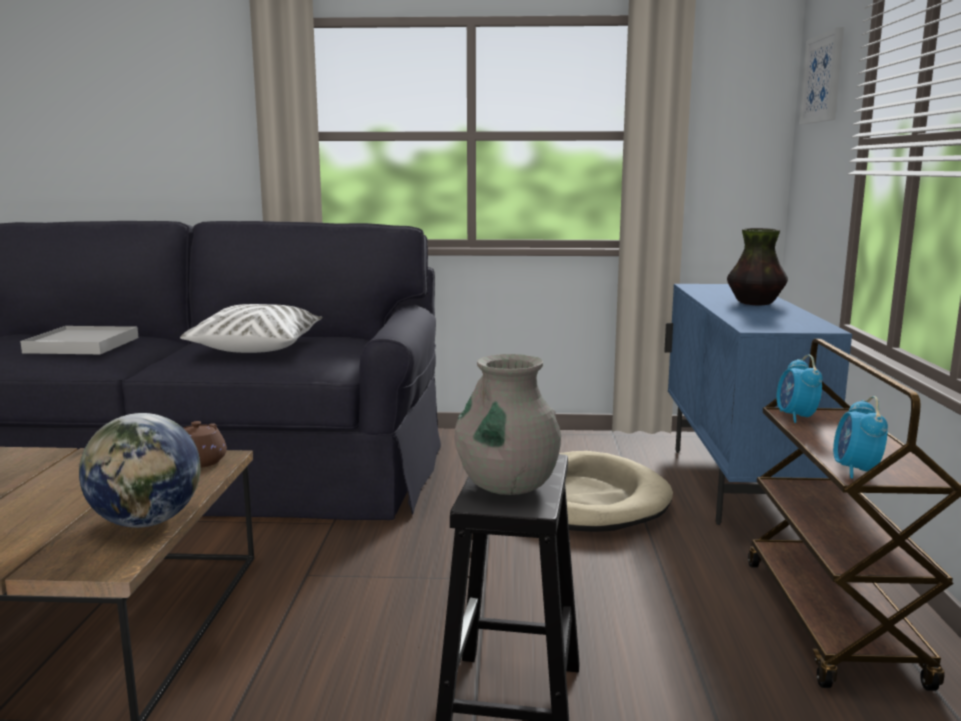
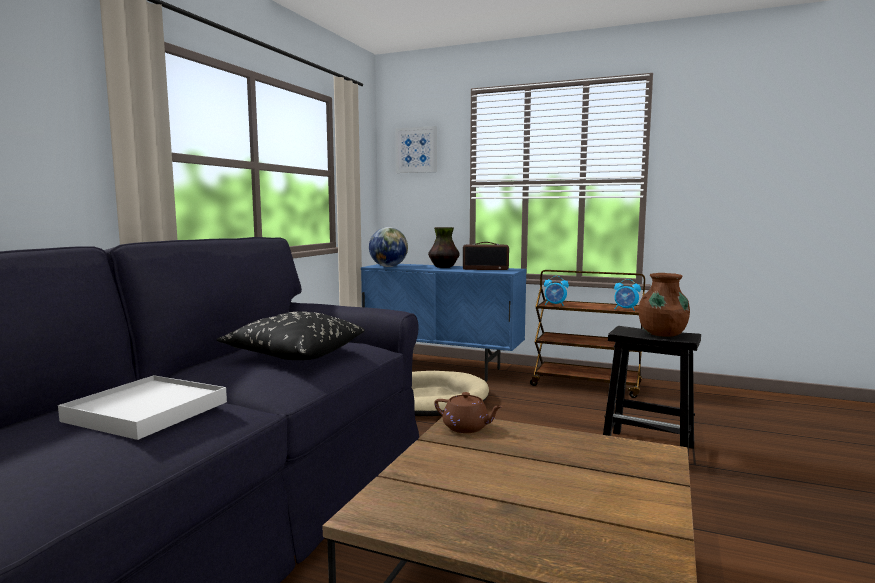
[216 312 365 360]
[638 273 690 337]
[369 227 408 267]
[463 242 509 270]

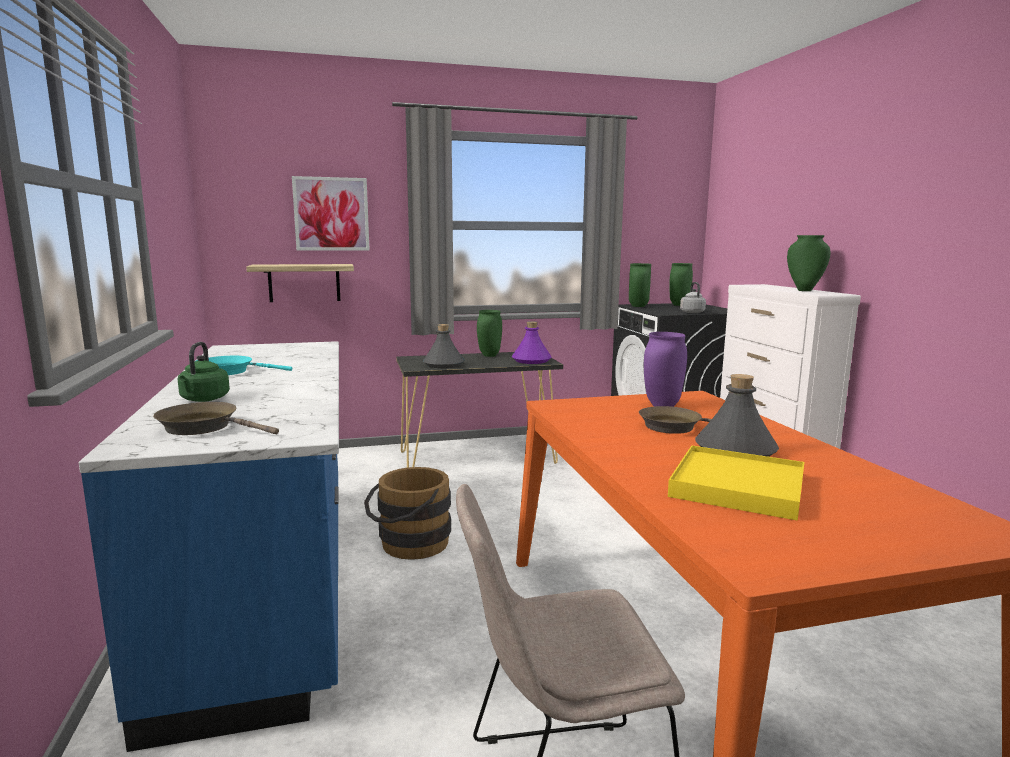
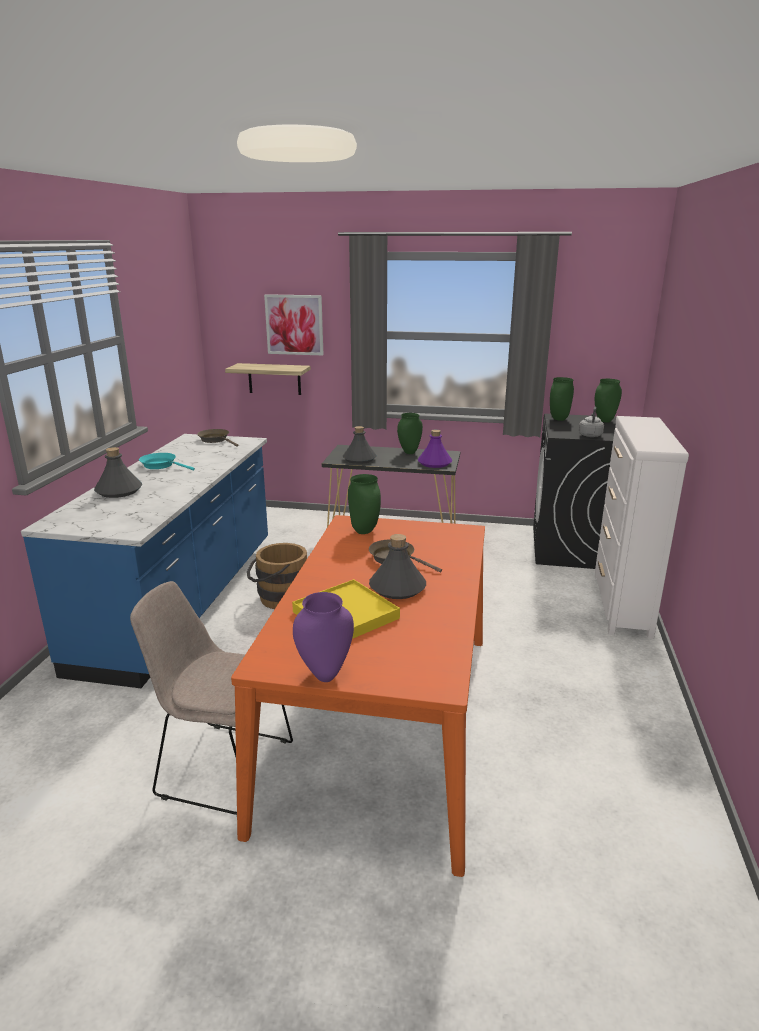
[348 474 381 534]
[293 592 354 682]
[94 447 142 498]
[197 429 238 447]

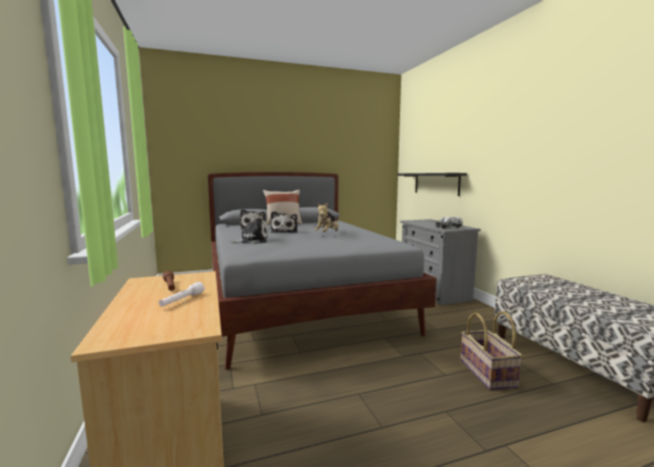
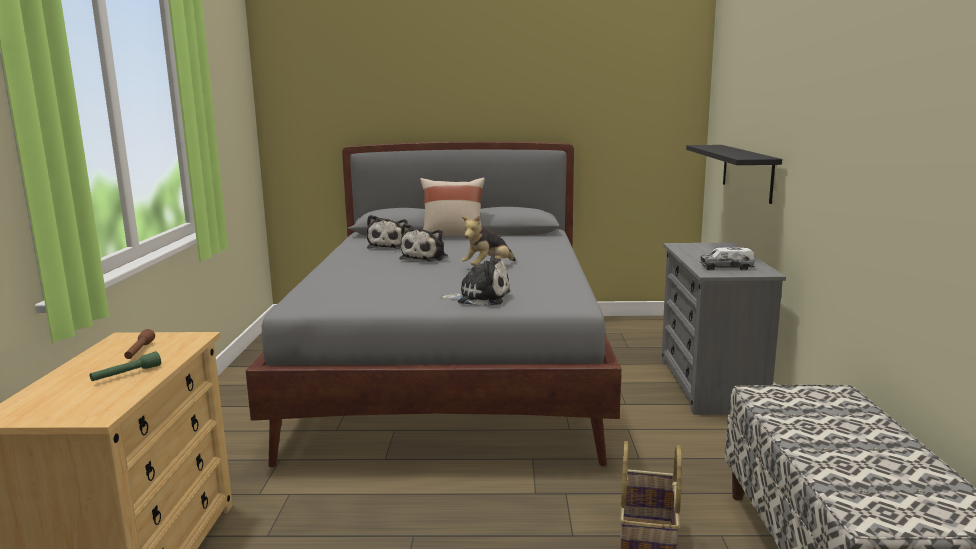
[440 256 510 306]
[90 351 161 381]

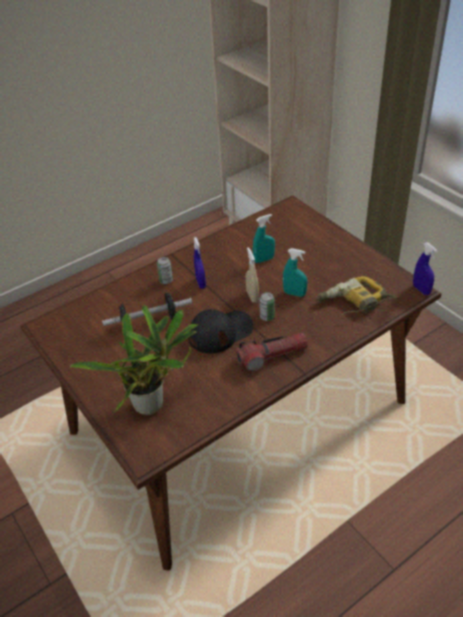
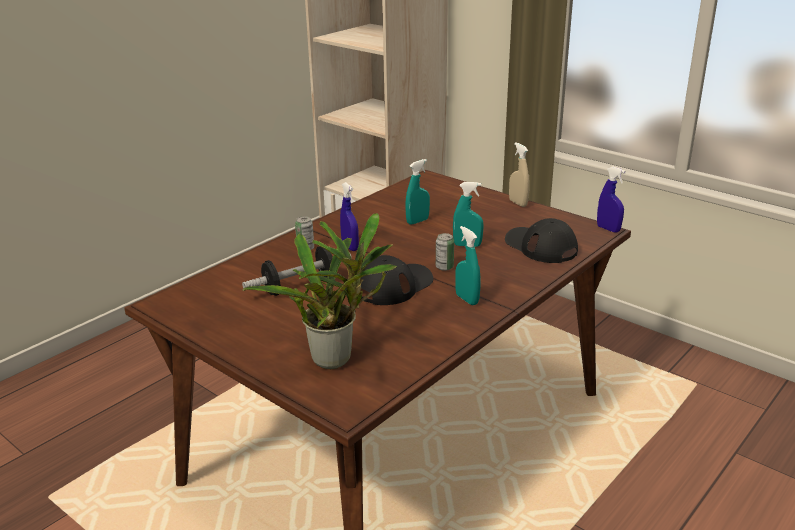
[509 142 530 207]
[505 218 578 263]
[455 226 481 305]

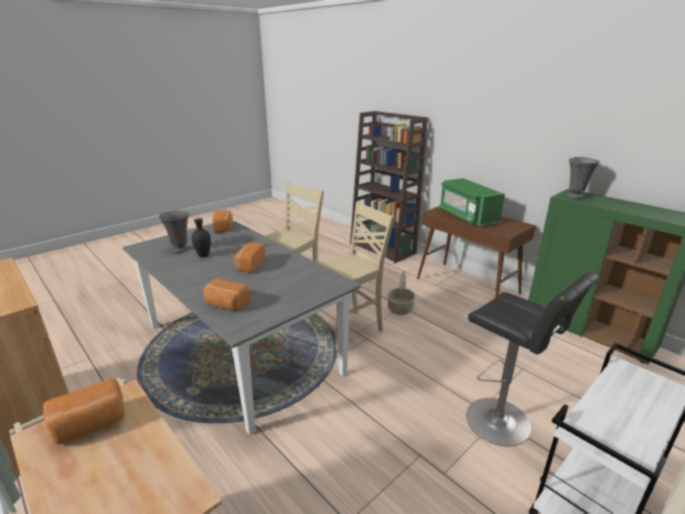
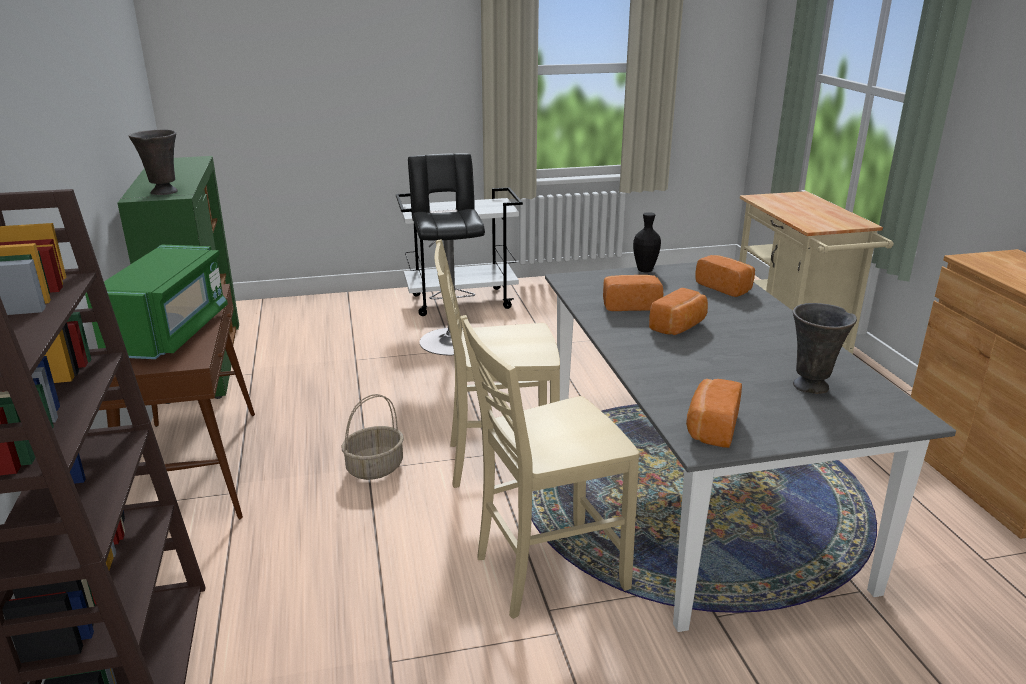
[633 212 661 272]
[603 275 663 311]

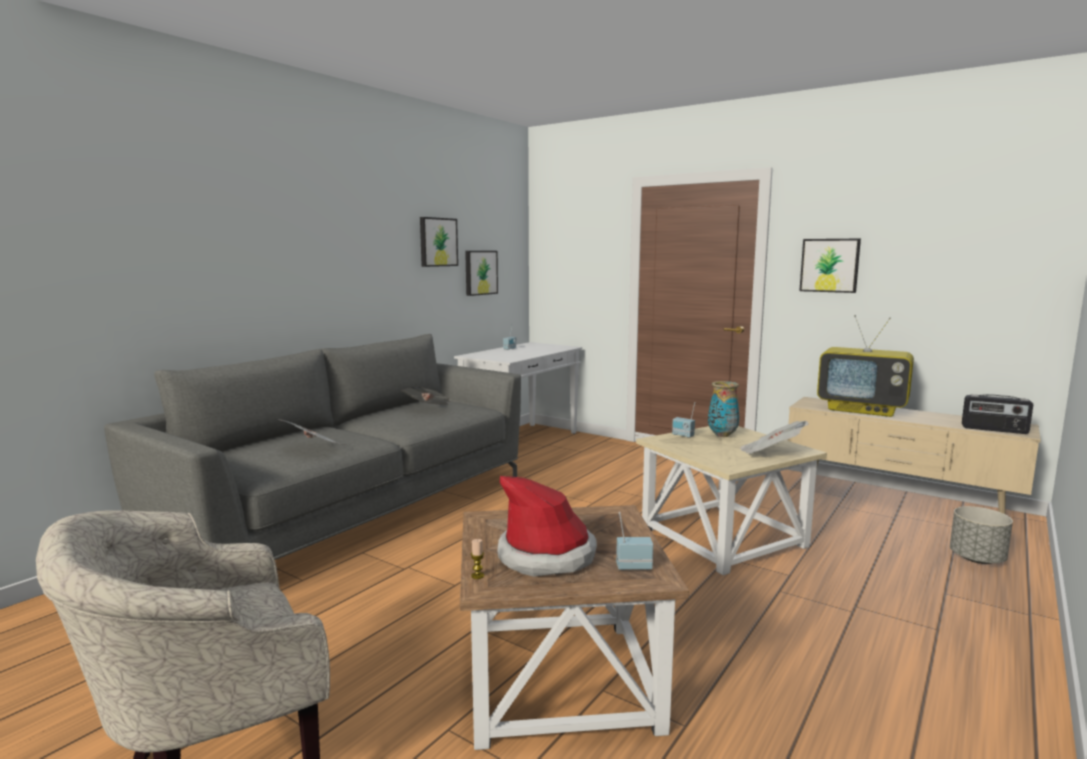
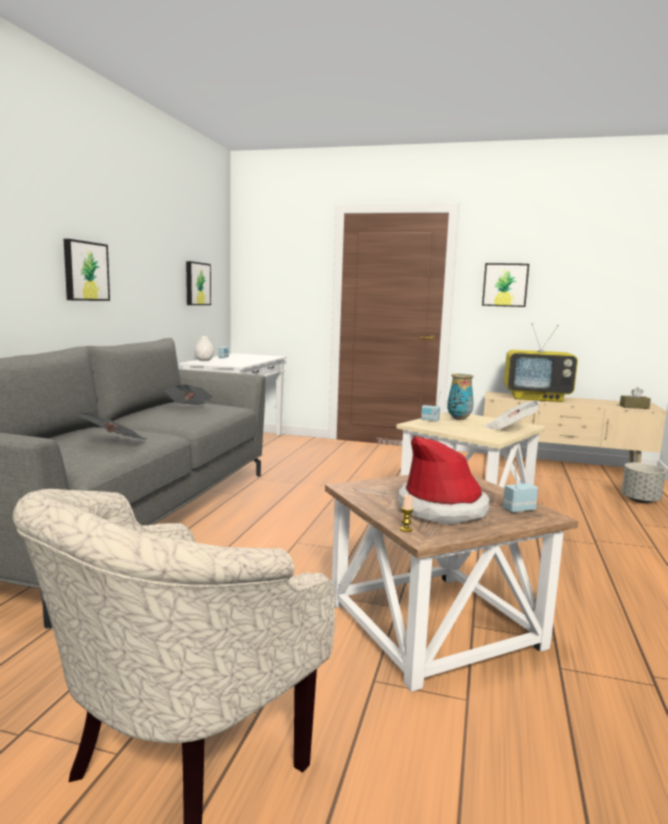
[64 239 110 301]
[620 387 651 409]
[195 336 214 361]

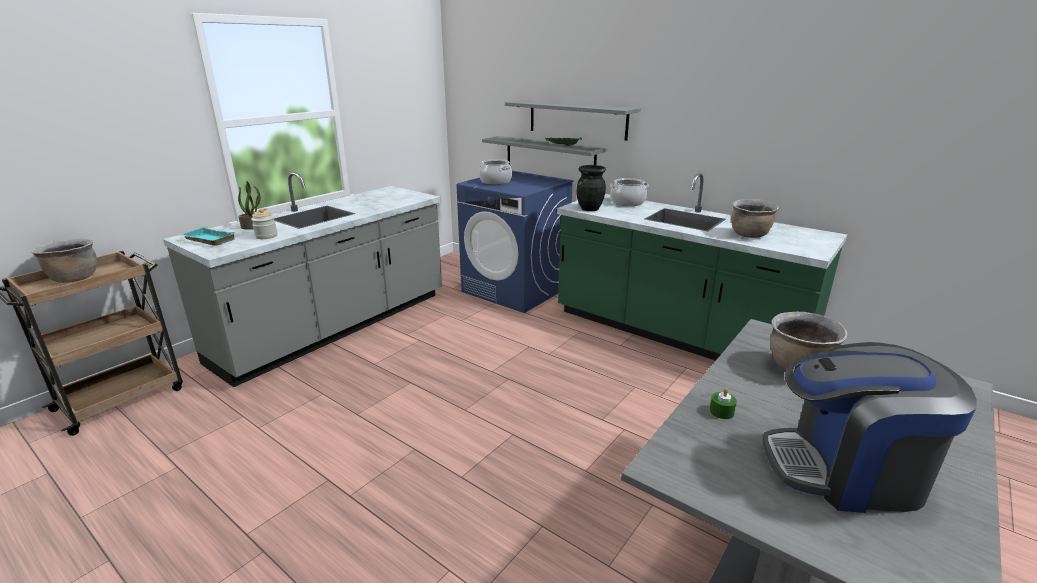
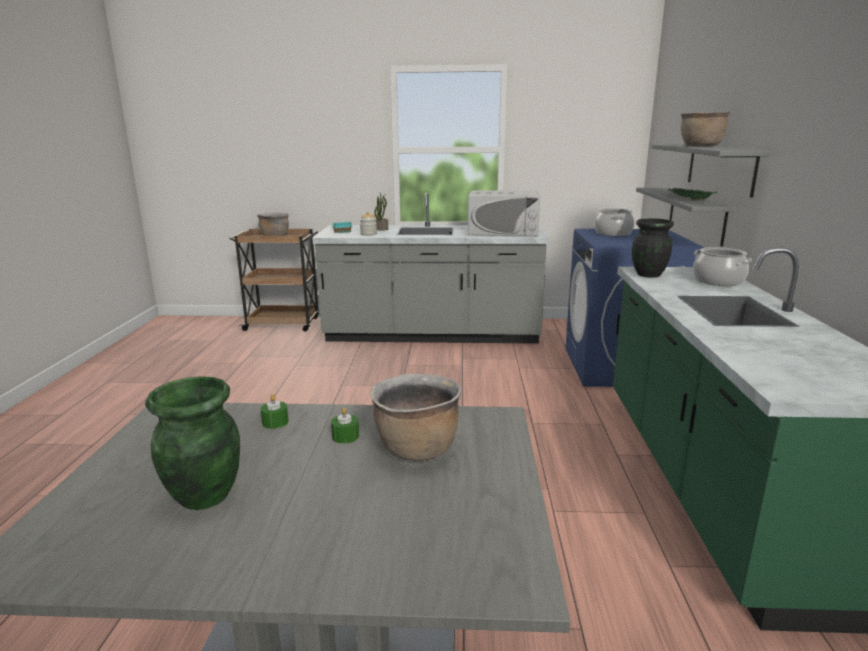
[681 110 731 147]
[145 376 240 510]
[468 190 540 236]
[331 408 359 444]

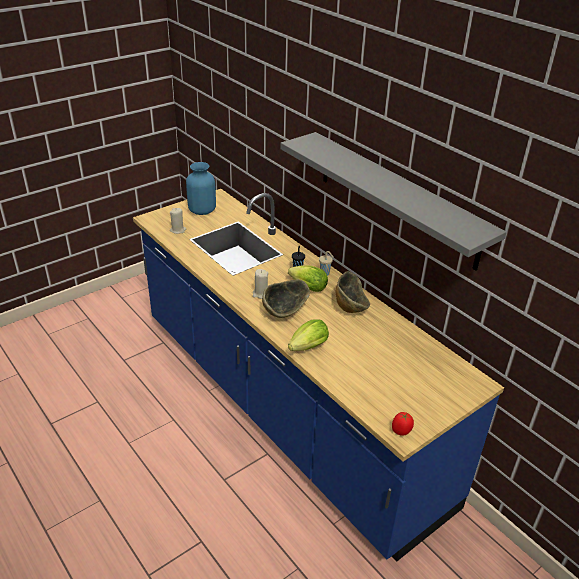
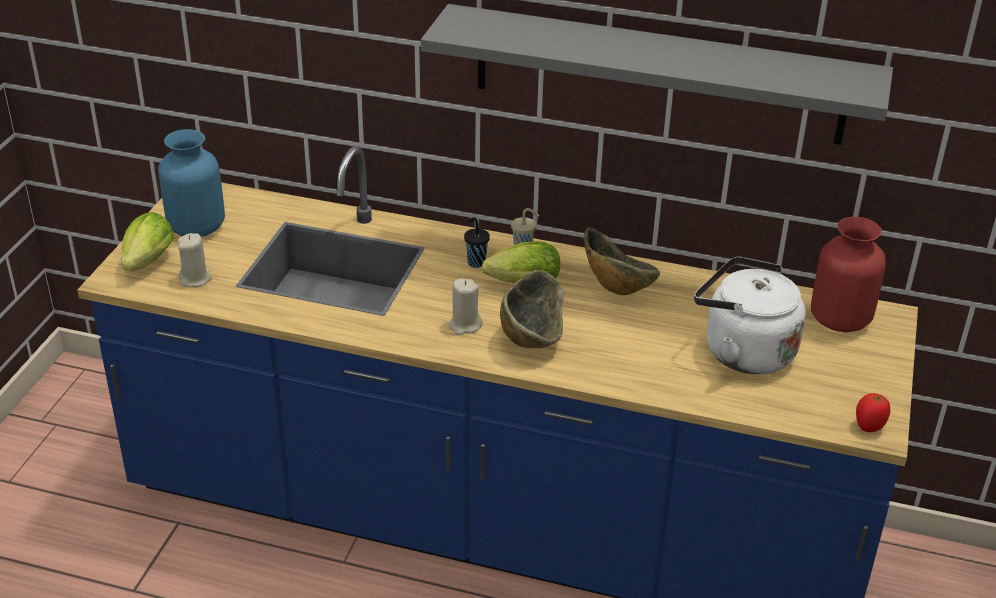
[121 212 174 271]
[811 216 886 332]
[694 257 805 374]

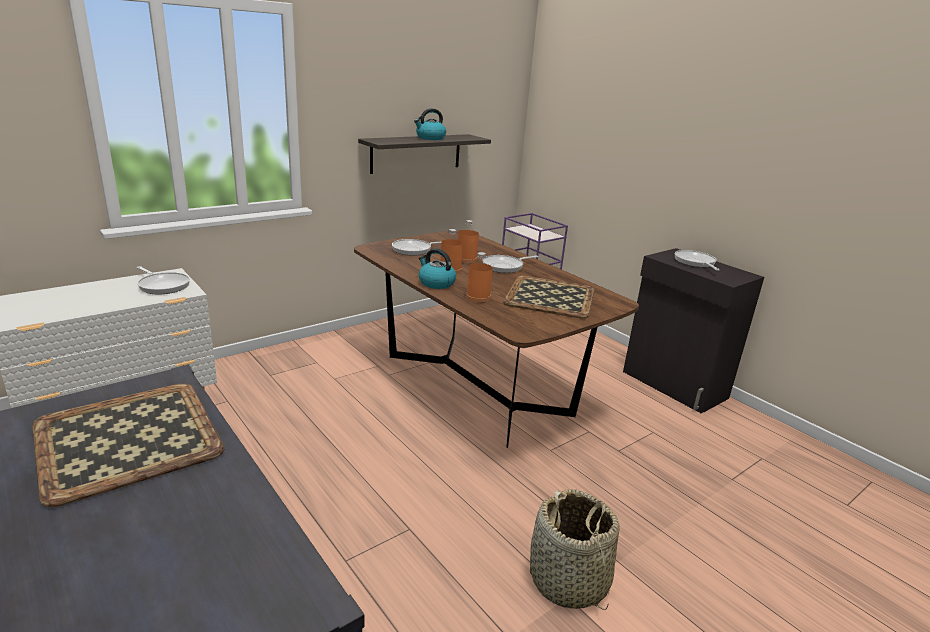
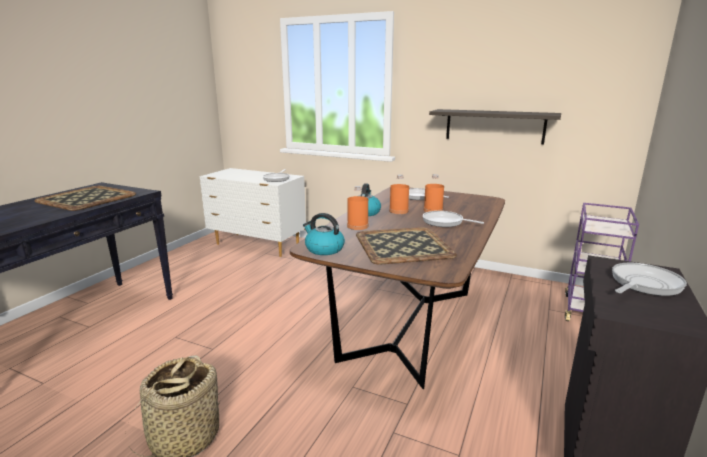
[303 213 345 255]

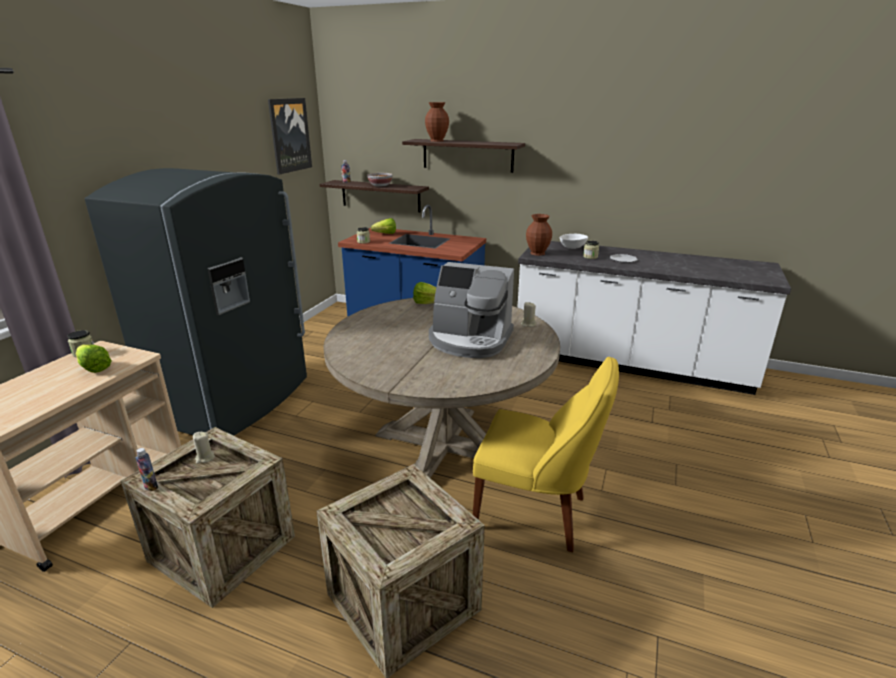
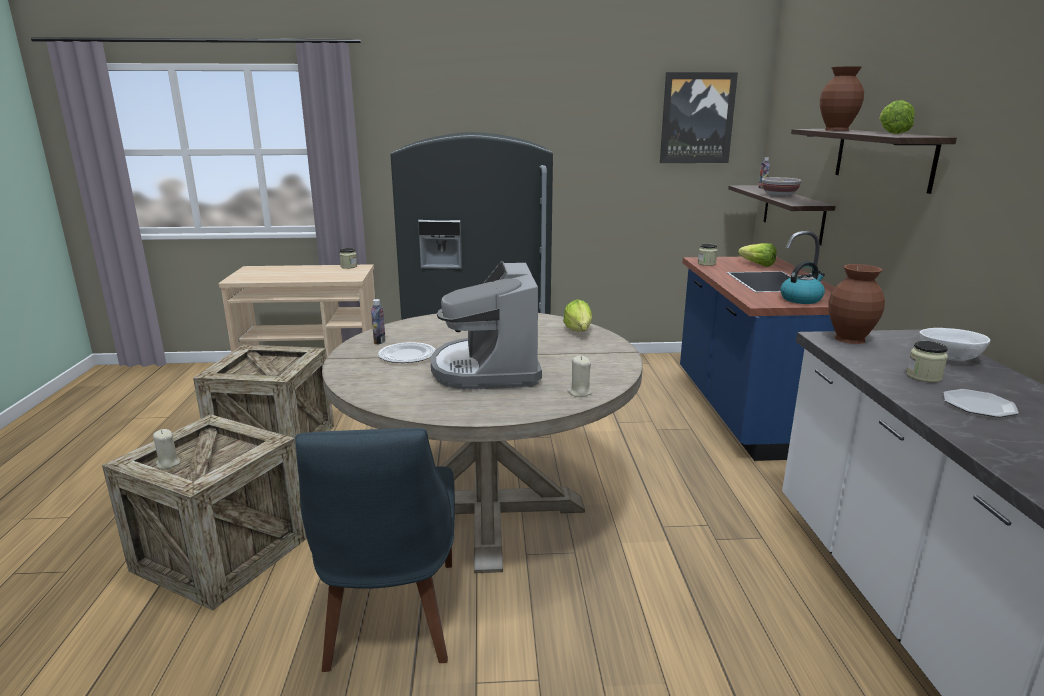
[879 100 915 134]
[295 428 455 672]
[153 429 180 469]
[371 299 386 345]
[780 261 825 304]
[378 342 436 363]

